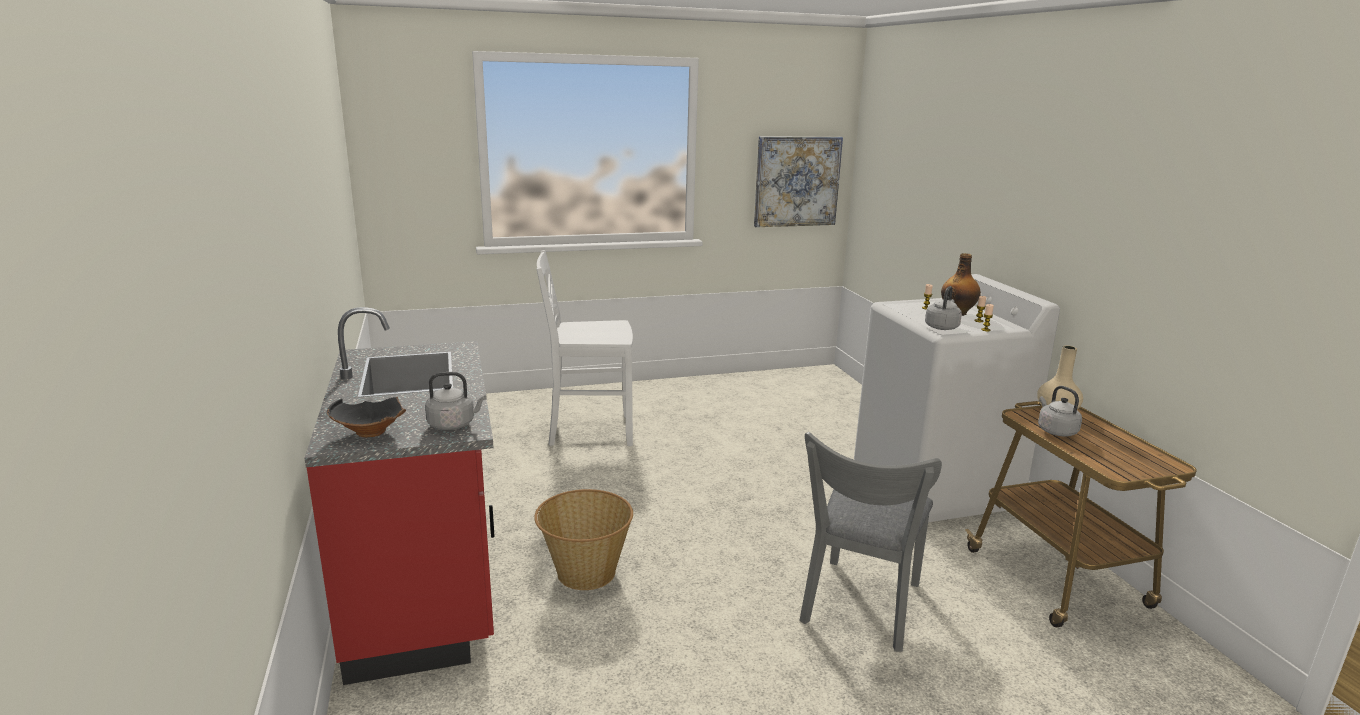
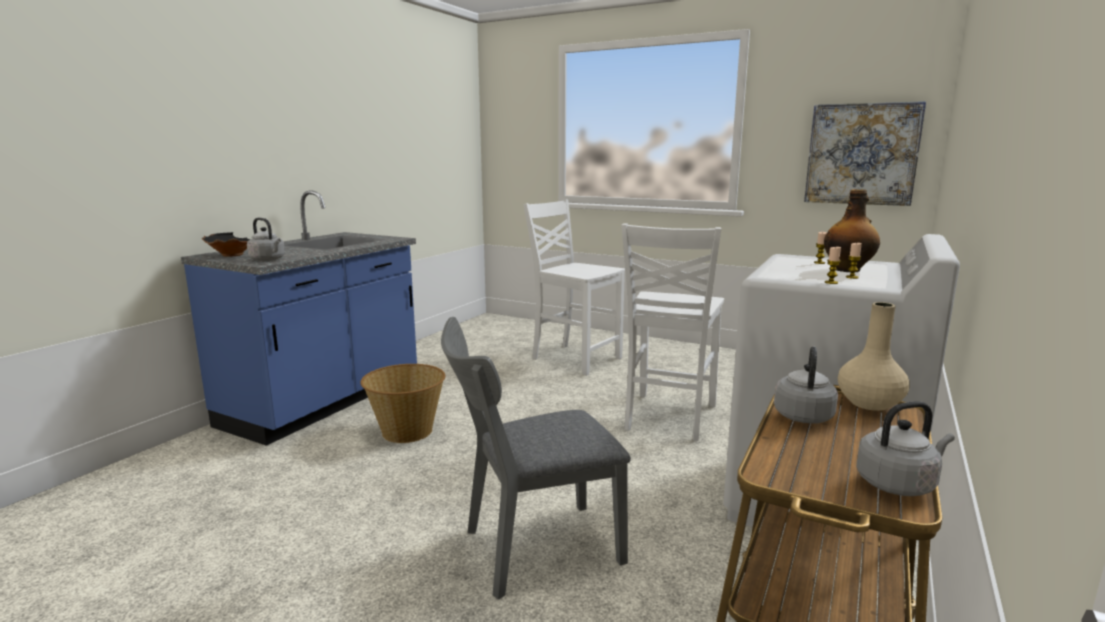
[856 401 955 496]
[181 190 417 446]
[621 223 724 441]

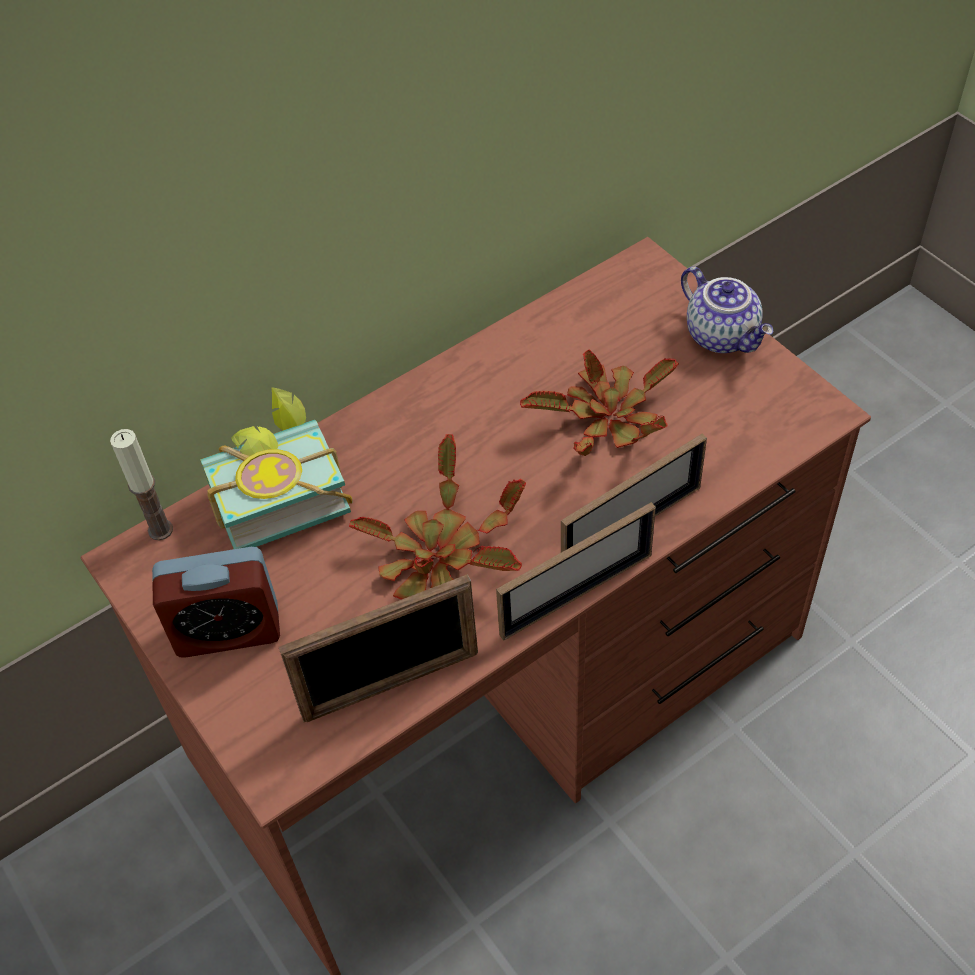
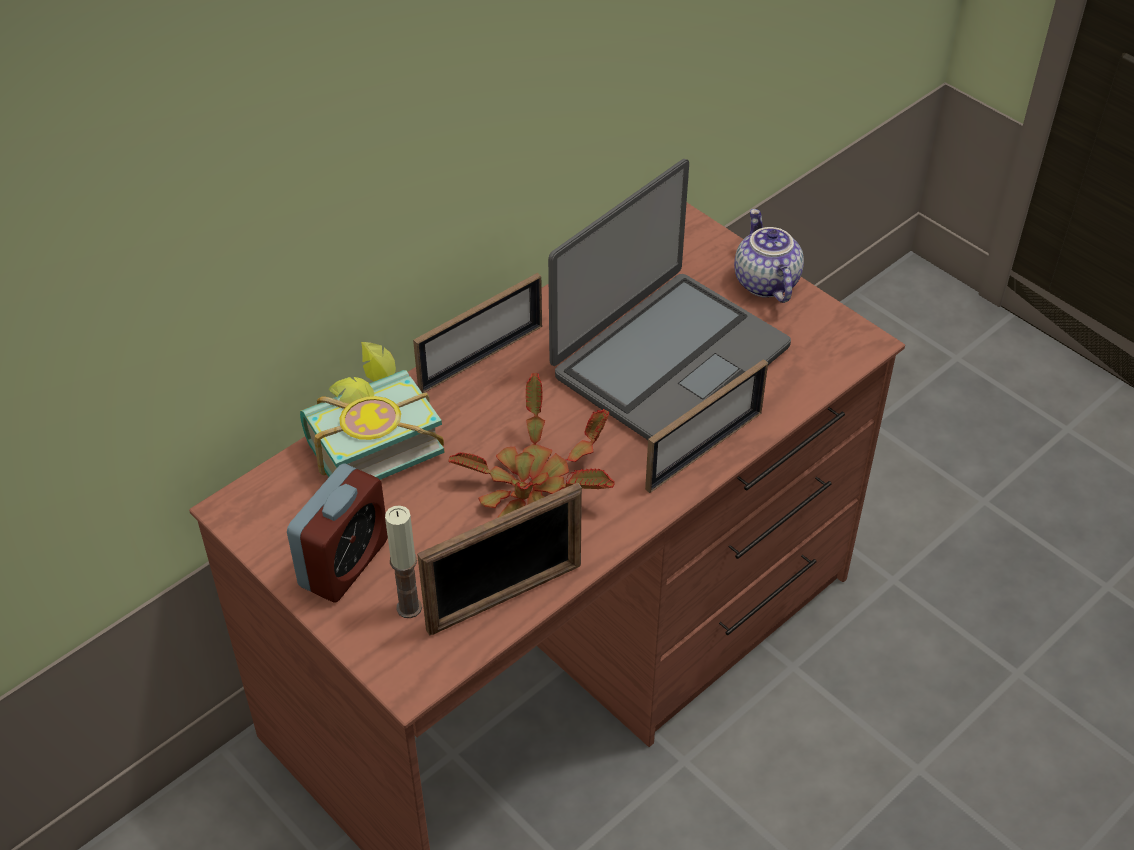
[734 209 804 303]
[548 159 791 440]
[385 505 422 618]
[413 273 542 393]
[287 464 388 603]

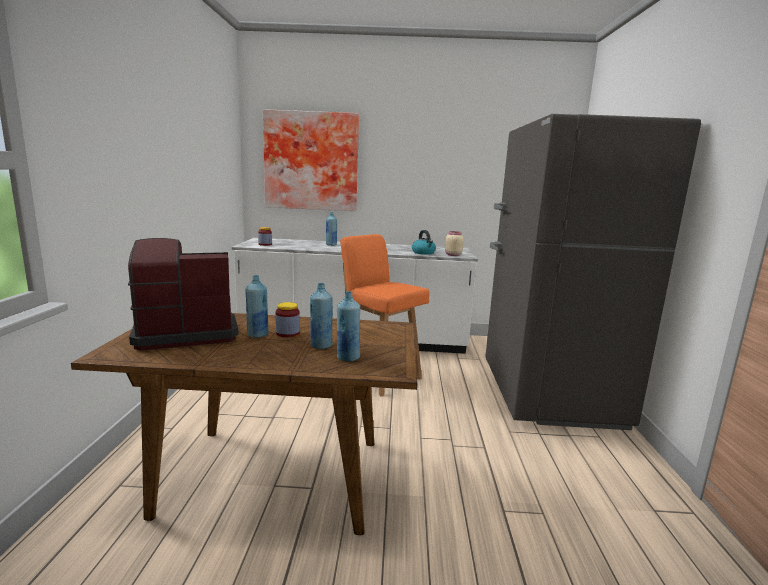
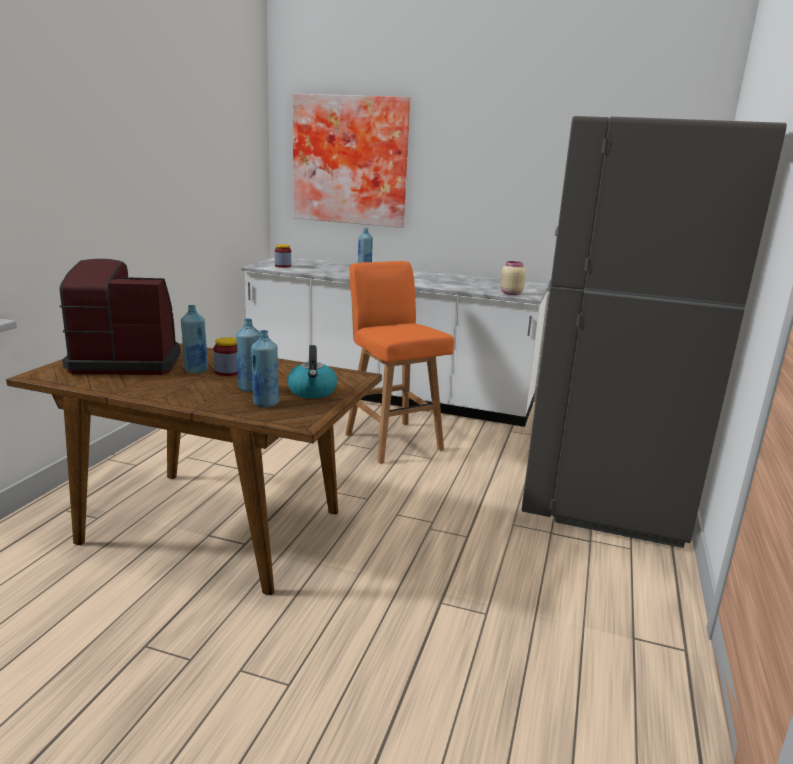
[287 345 338 398]

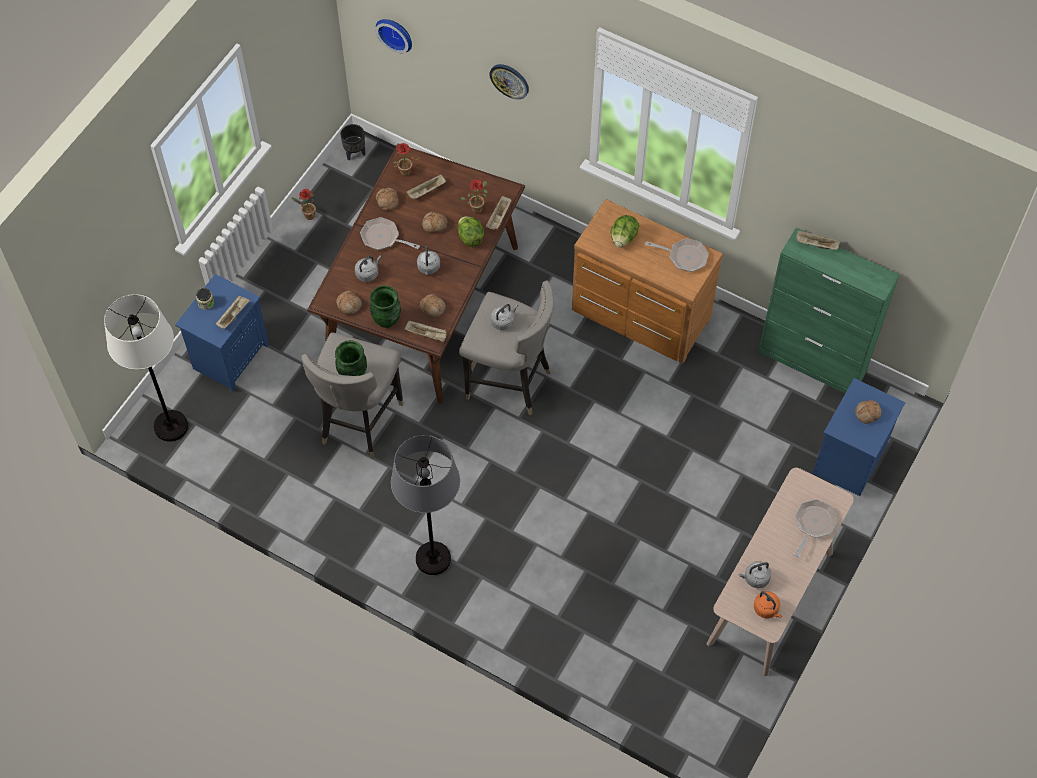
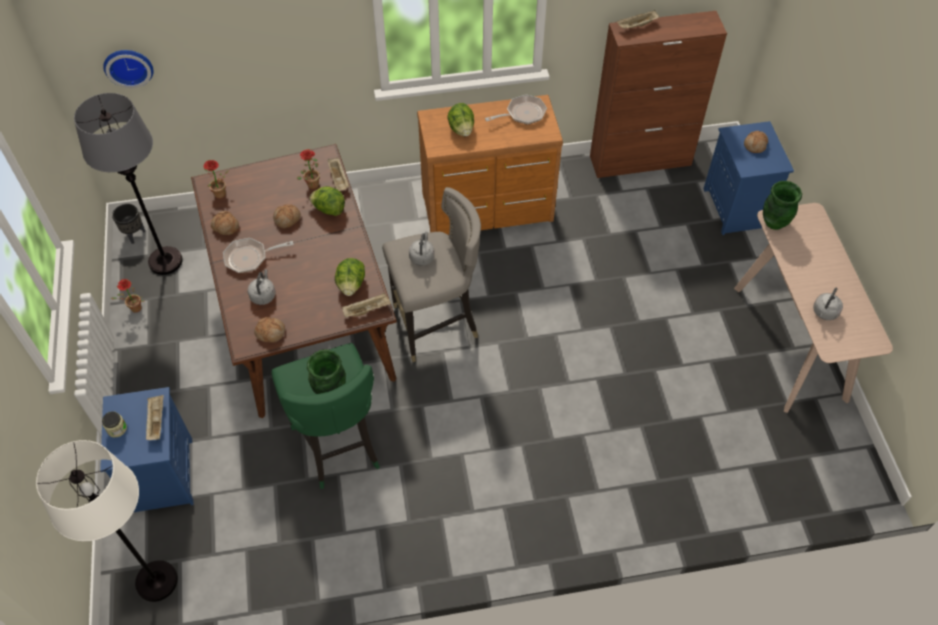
[489 64 529 99] (first image)
[406 174 446 200] (first image)
[590 11 727 178]
[417 246 440 275] (first image)
[763 181 802 230]
[335 258 365 296]
[271 343 380 489]
[74 93 183 275]
[794 499 838 557] (first image)
[754 591 782 618] (first image)

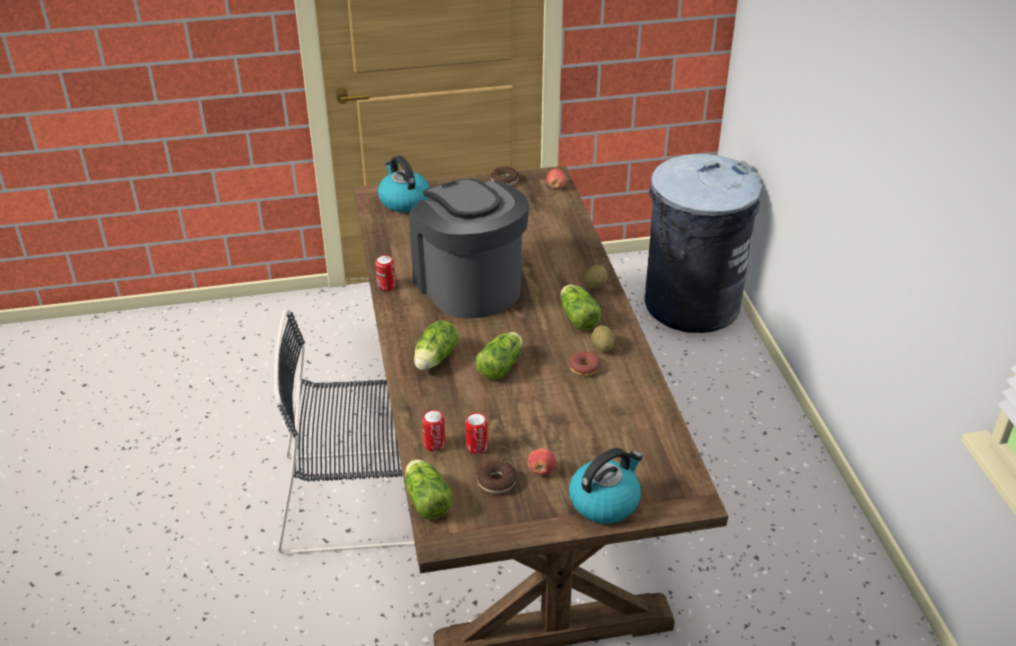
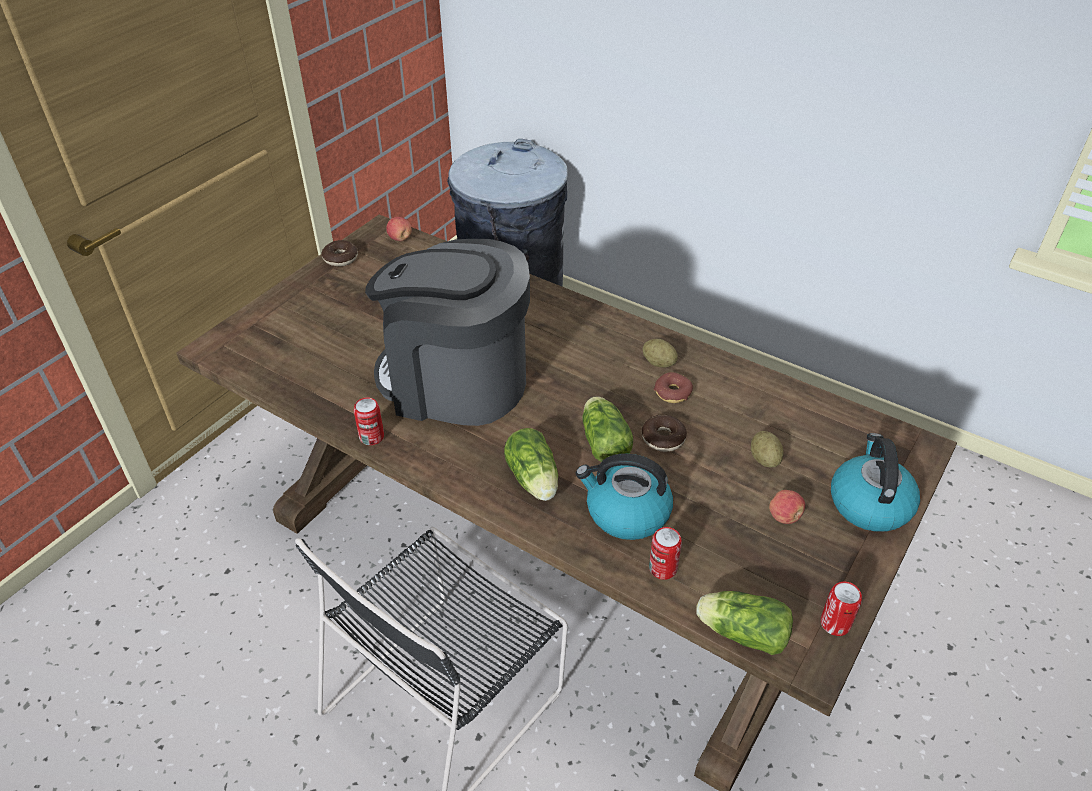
[576 454 673 540]
[751 431 783 467]
[561 284 601 330] (first image)
[821 582 862 636]
[642 415 687 452]

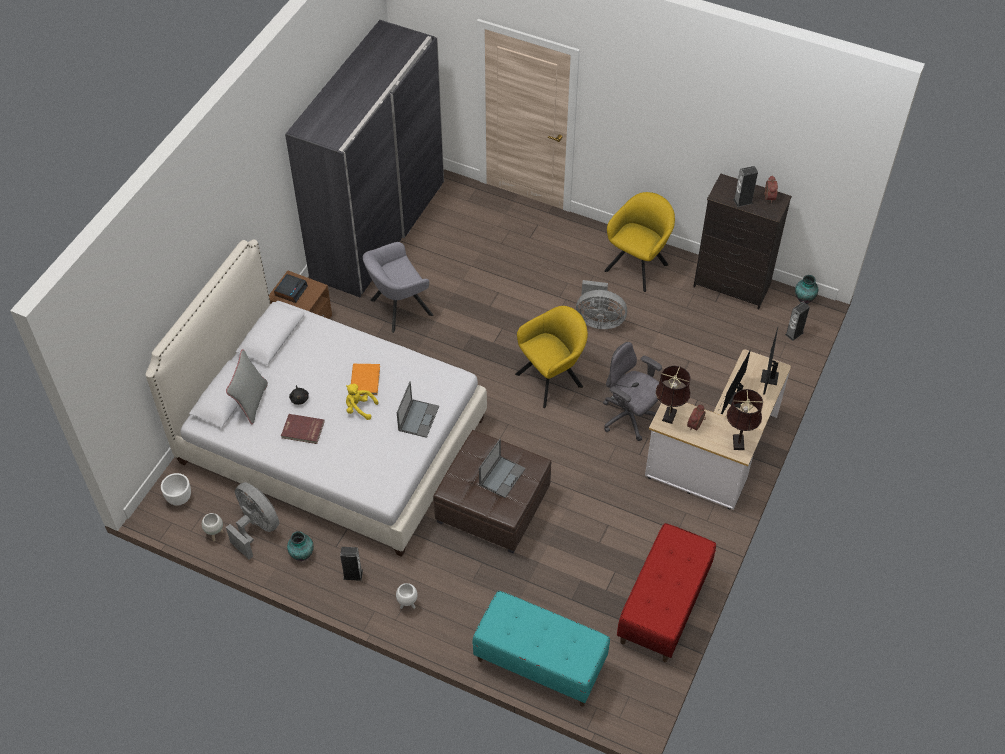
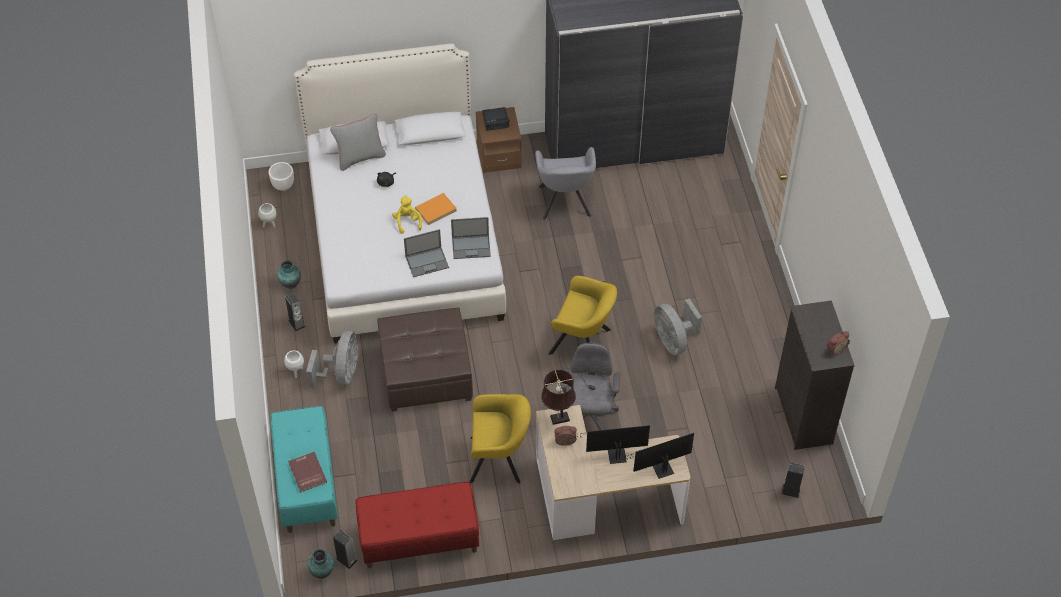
[333 530 357 569]
[470 394 531 484]
[535 147 596 220]
[308 549 334 579]
[727 389 763 450] (first image)
[288 452 327 493]
[451 217 491 259]
[306 331 359 388]

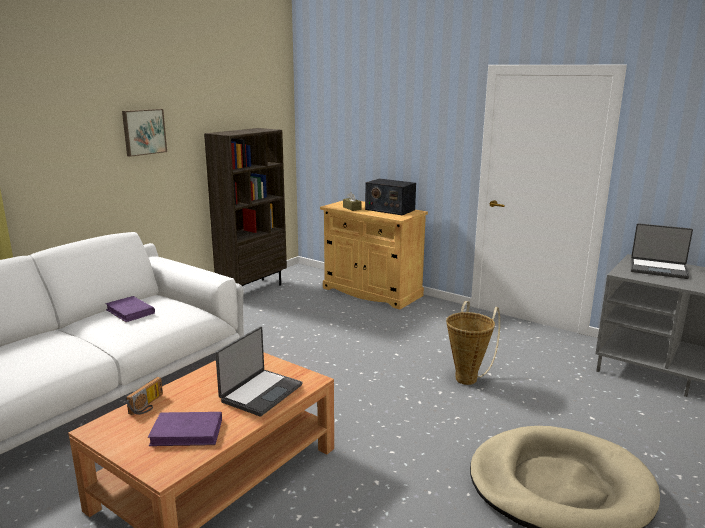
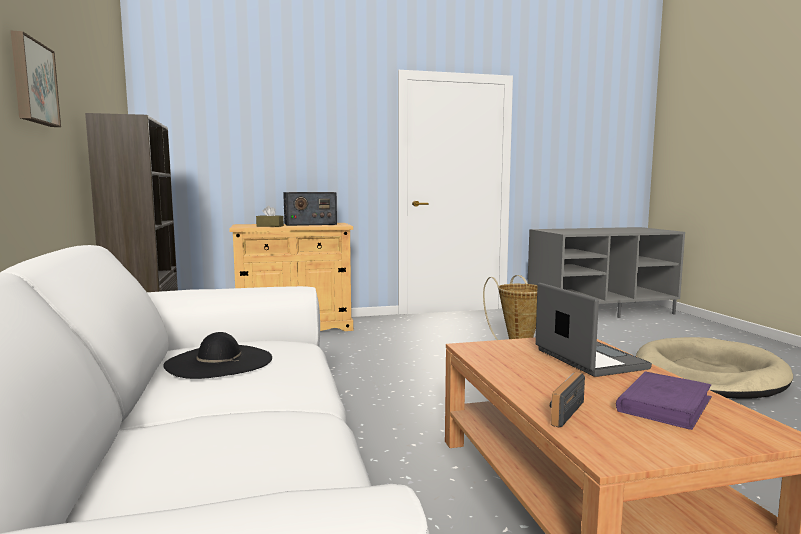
[631 223 693 279] (first image)
[163 332 272 379]
[550 372 585 428]

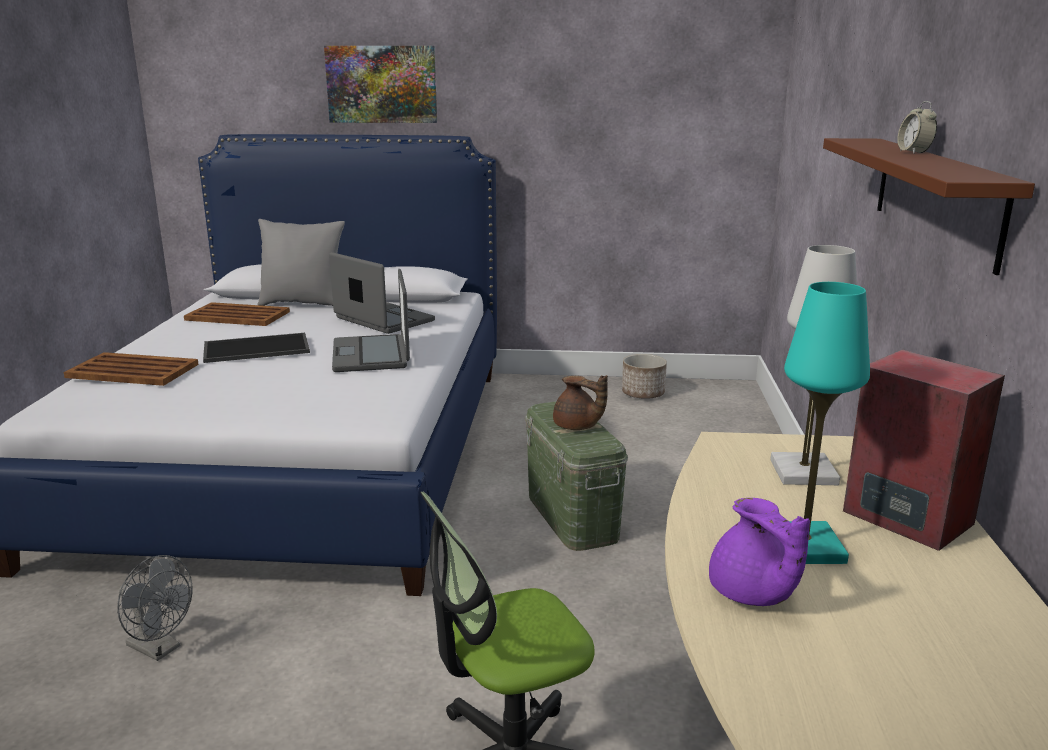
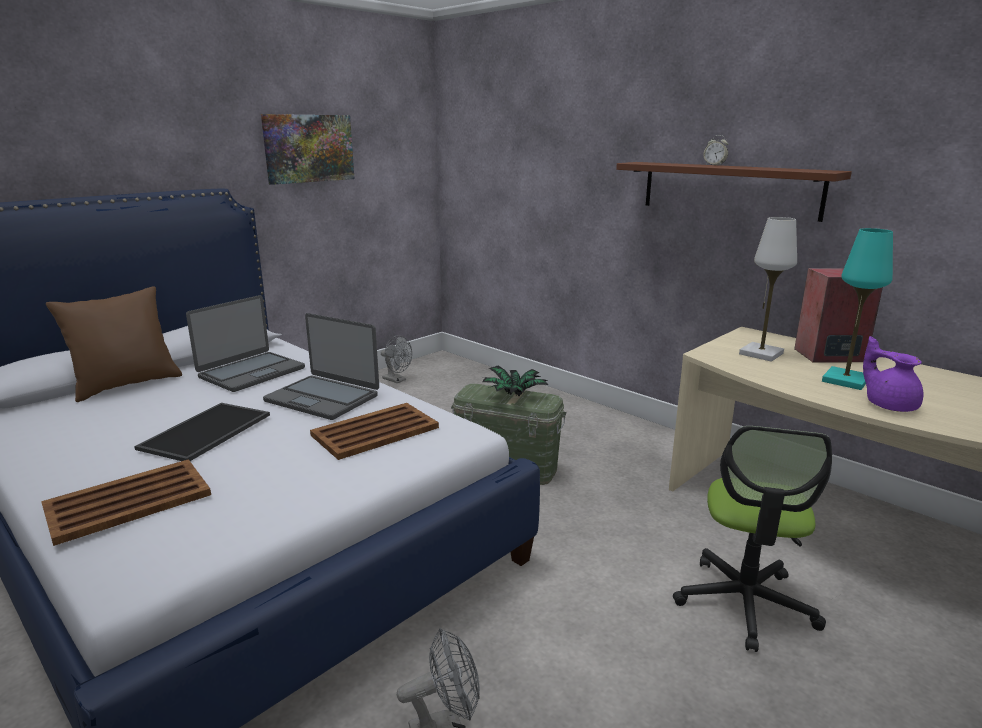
[261 114 354 185]
[46 286 182 402]
[186 295 305 392]
[310 403 439 460]
[381 335 412 383]
[482 365 548 396]
[863 336 923 412]

